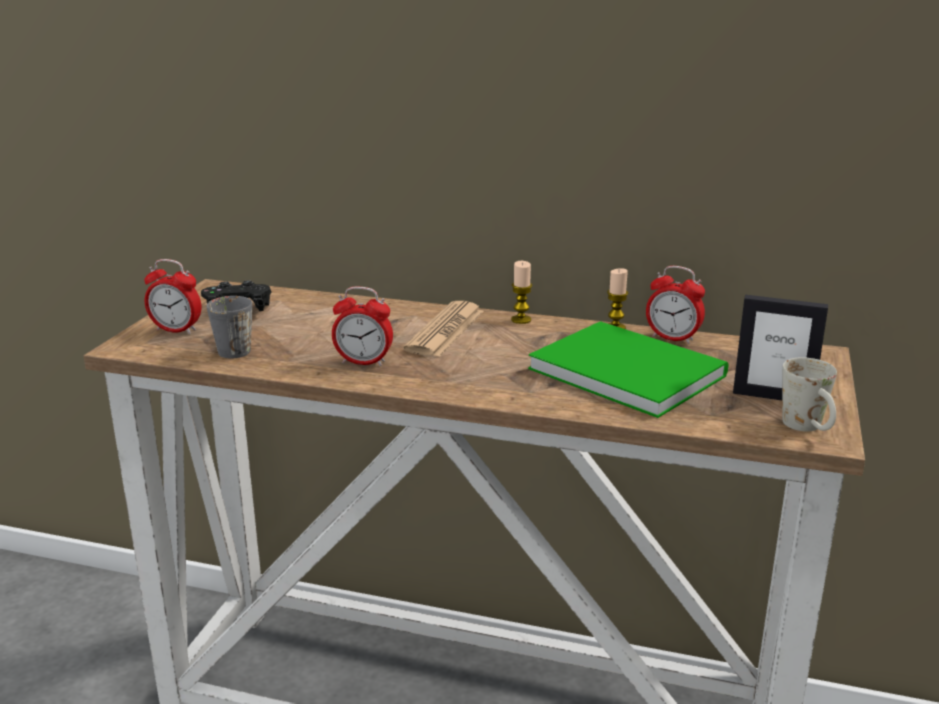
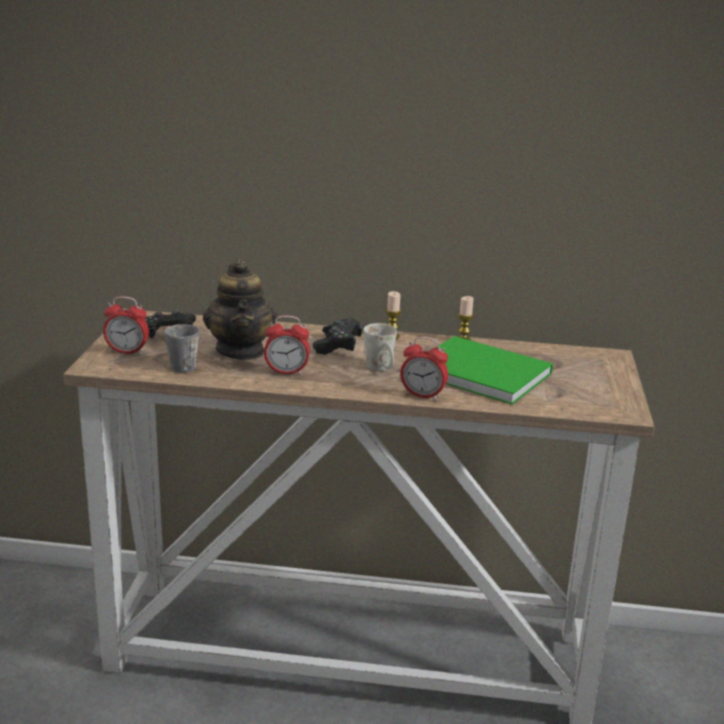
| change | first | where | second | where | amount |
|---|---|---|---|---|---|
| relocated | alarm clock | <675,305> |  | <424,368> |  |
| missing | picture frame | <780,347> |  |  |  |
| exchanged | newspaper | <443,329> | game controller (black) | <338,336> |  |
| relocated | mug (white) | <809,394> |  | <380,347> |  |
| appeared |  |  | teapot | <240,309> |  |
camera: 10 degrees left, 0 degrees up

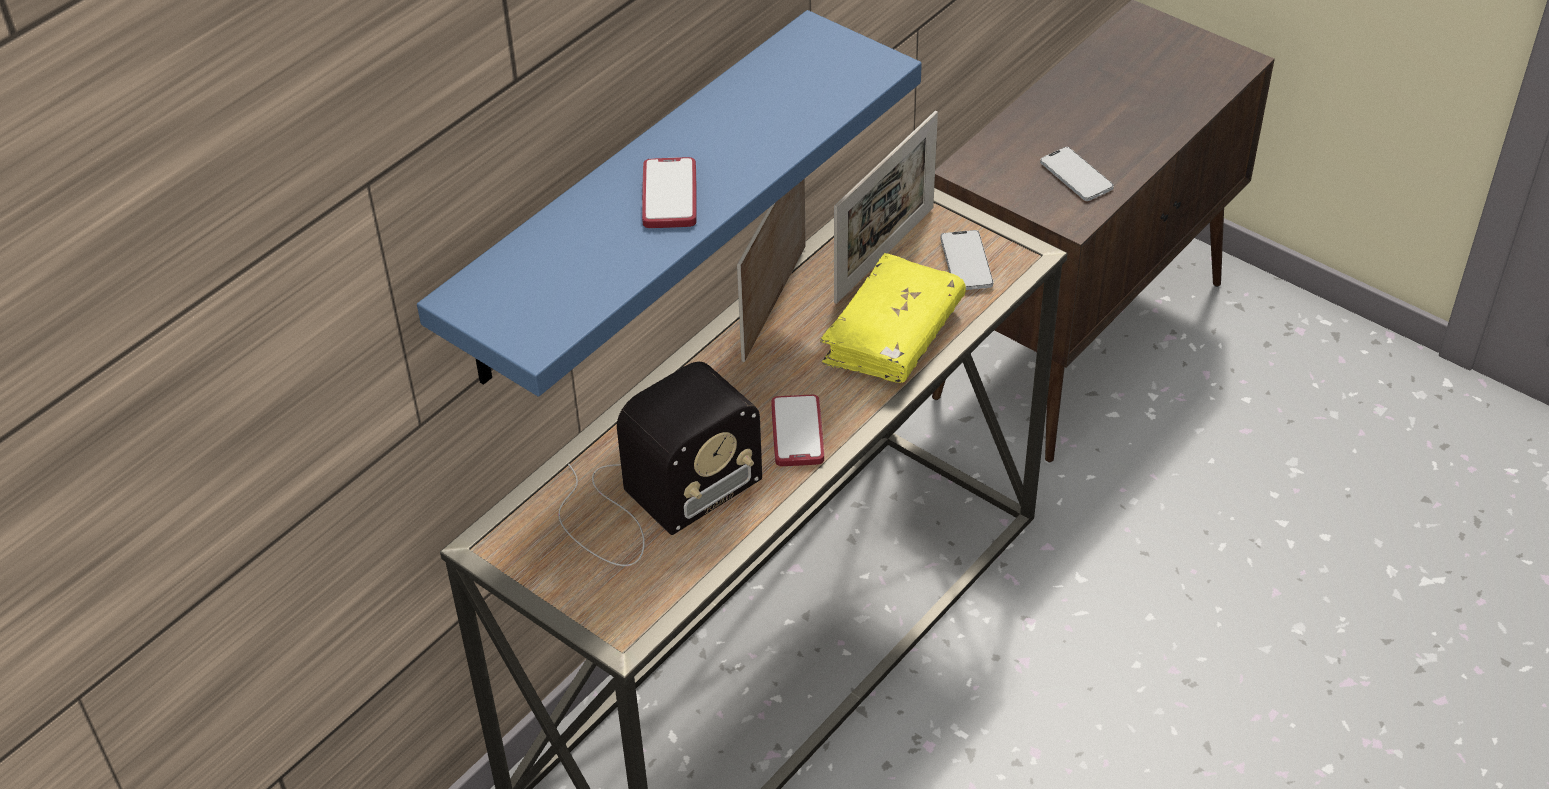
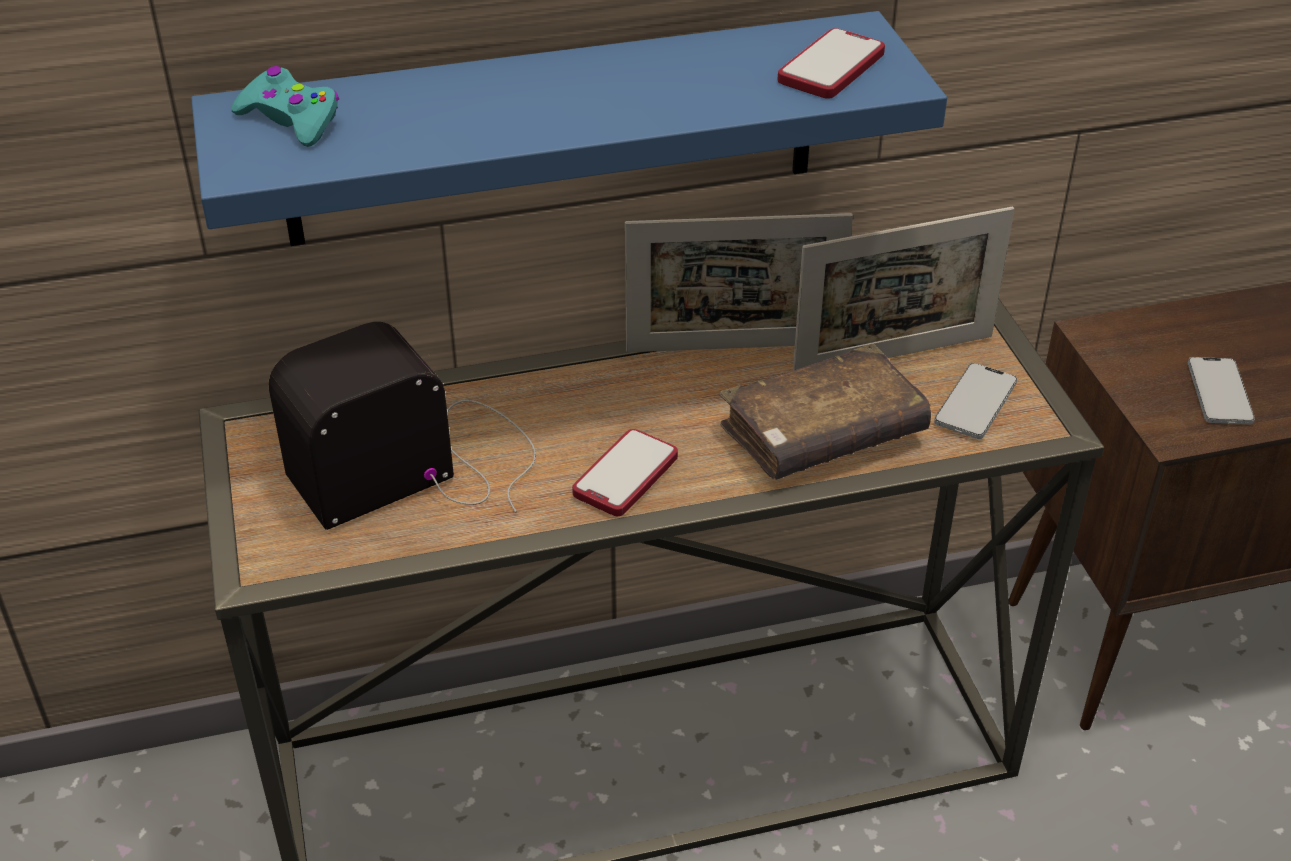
| change | first | where | second | where | amount |
|---|---|---|---|---|---|
| relocated | phone | <669,192> |  | <831,63> |  |
| spun | picture frame | <771,270> |  | <739,282> | 150 degrees counterclockwise |
| colour | book (yellow) | <893,318> | book (brown) | <825,411> |  |
| spun | radio | <660,464> |  | <402,426> | 150 degrees clockwise |
| appeared |  |  | game controller (turquoise) | <285,106> |  |
camera: 35 degrees right, 5 degrees down

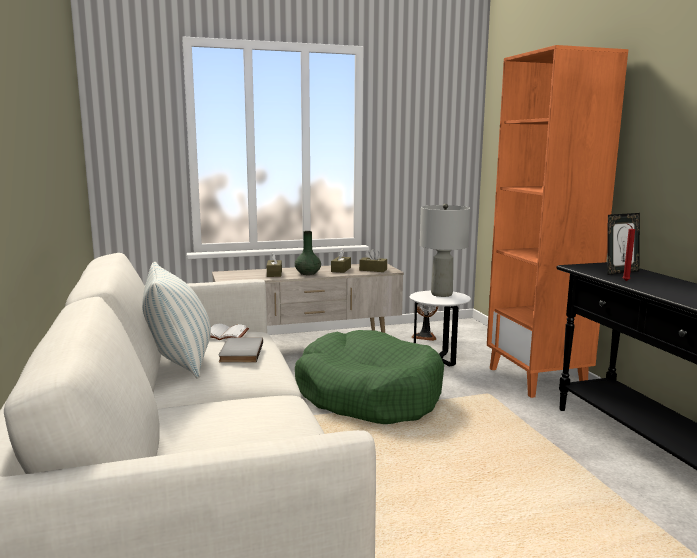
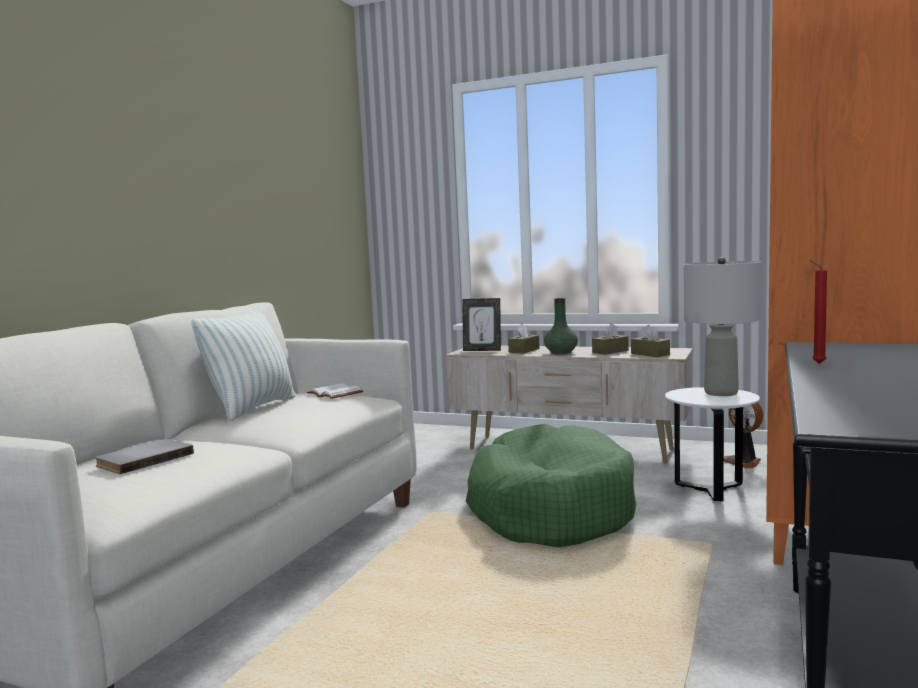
| change | first | where | second | where | amount |
|---|---|---|---|---|---|
| relocated | picture frame | <624,244> |  | <481,324> |  |
| relocated | book (grey) | <241,350> |  | <144,456> |  |
camera: 40 degrees right, 5 degrees down

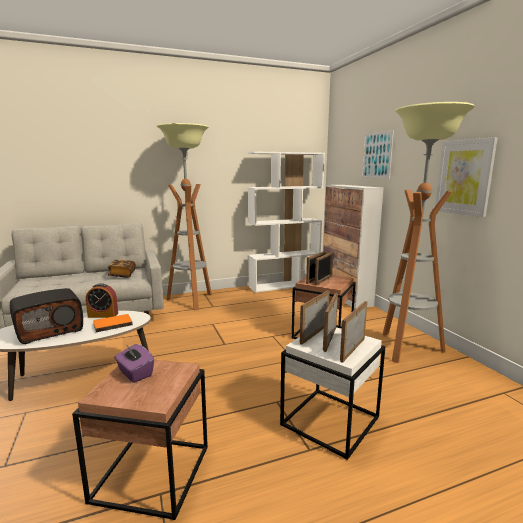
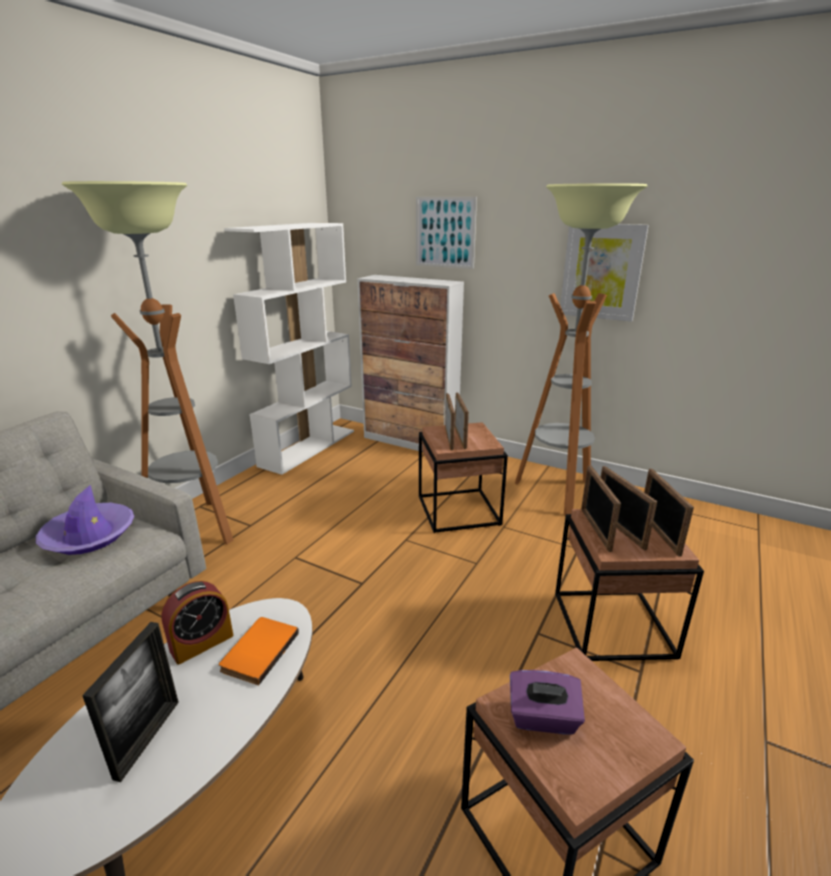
| change | first | where | second | where | amount |
|---|---|---|---|---|---|
| exchanged | book | <122,269> | hat (purple) | <85,520> |  |
| exchanged | radio | <46,316> | picture frame | <130,702> |  |
| colour | side table (white) | <332,393> | side table (brown) | <629,585> |  |
camera: 40 degrees left, 10 degrees up

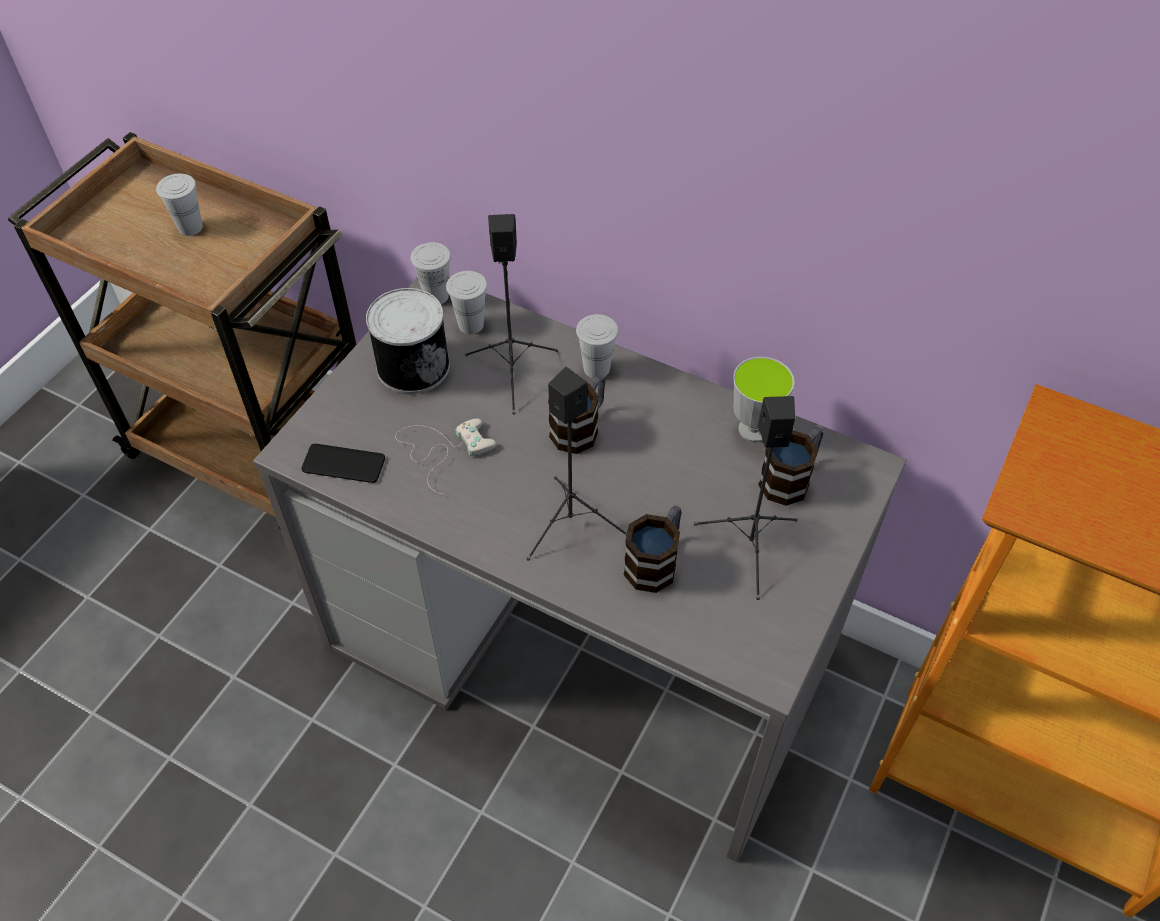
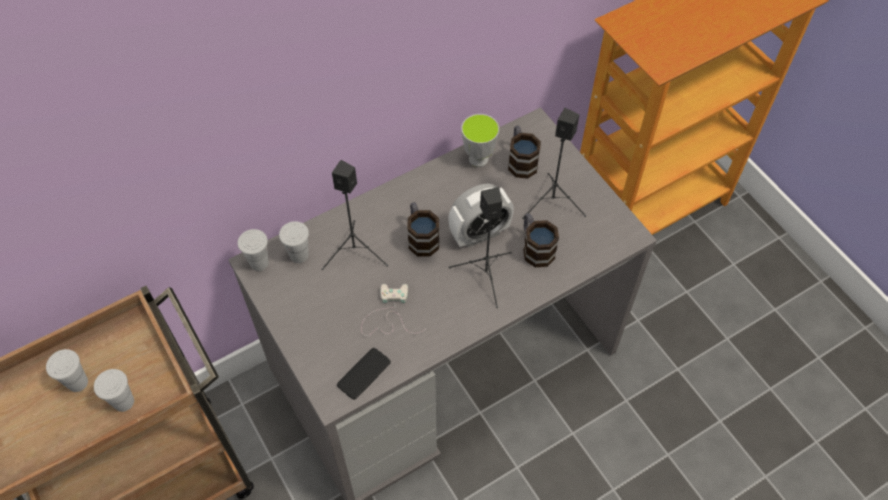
| change | first | where | second | where | amount |
|---|---|---|---|---|---|
| missing | can | <408,341> |  |  |  |
| relocated | cup (white) | <597,346> |  | <114,390> |  |
| appeared |  |  | alarm clock | <481,215> |  |
camera: 60 degrees left, 5 degrees up

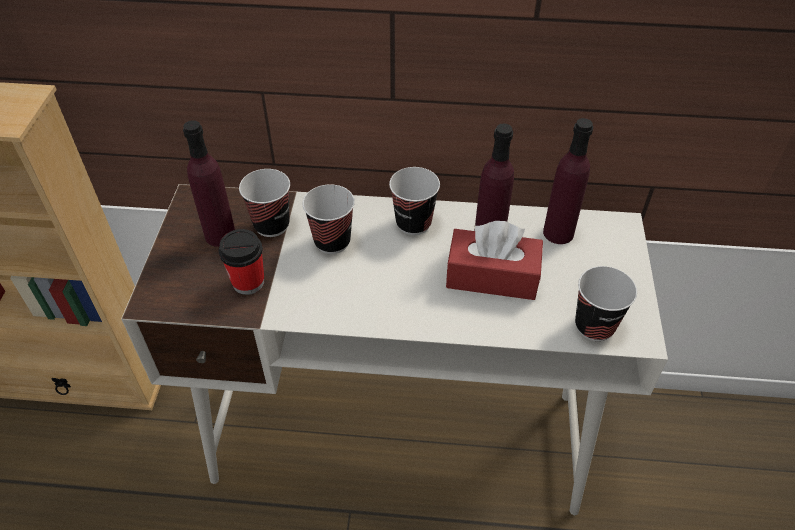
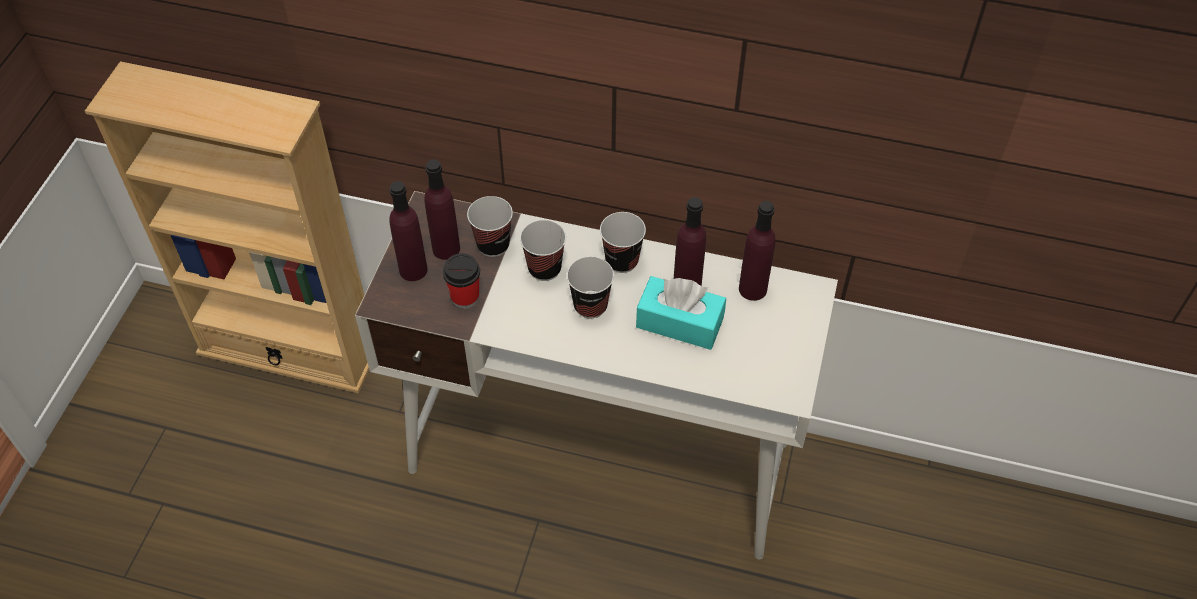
| change | first | where | second | where | amount |
|---|---|---|---|---|---|
| colour | tissue box (red) | <494,260> | tissue box (turquoise) | <681,313> |  |
| relocated | cup | <606,303> |  | <590,287> |  |
| appeared |  |  | bottle (purple) | <408,231> |  |
camera: 10 degrees right, 5 degrees up

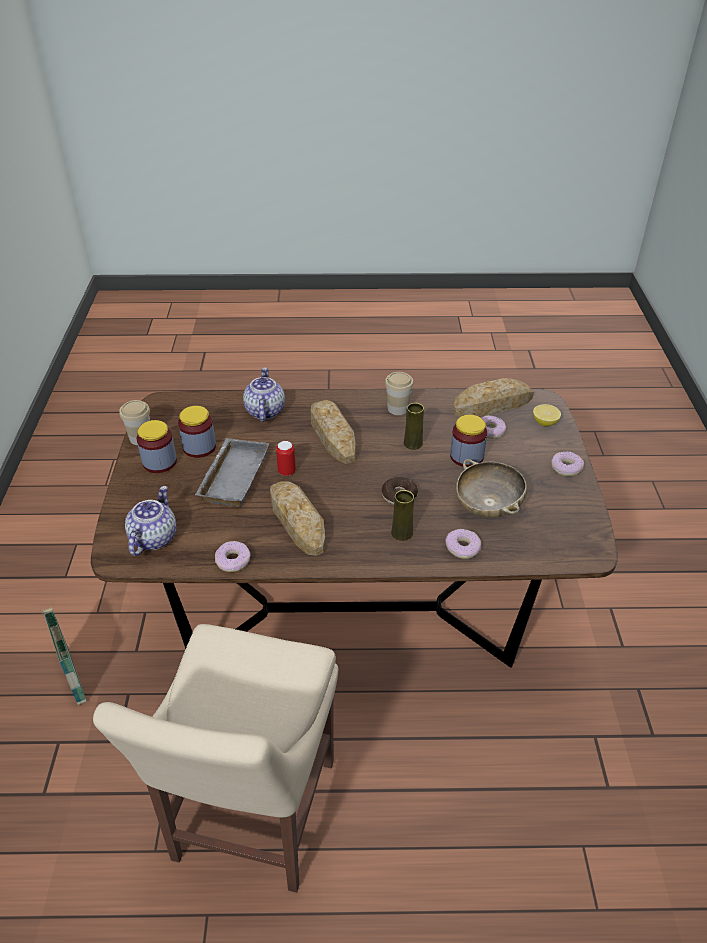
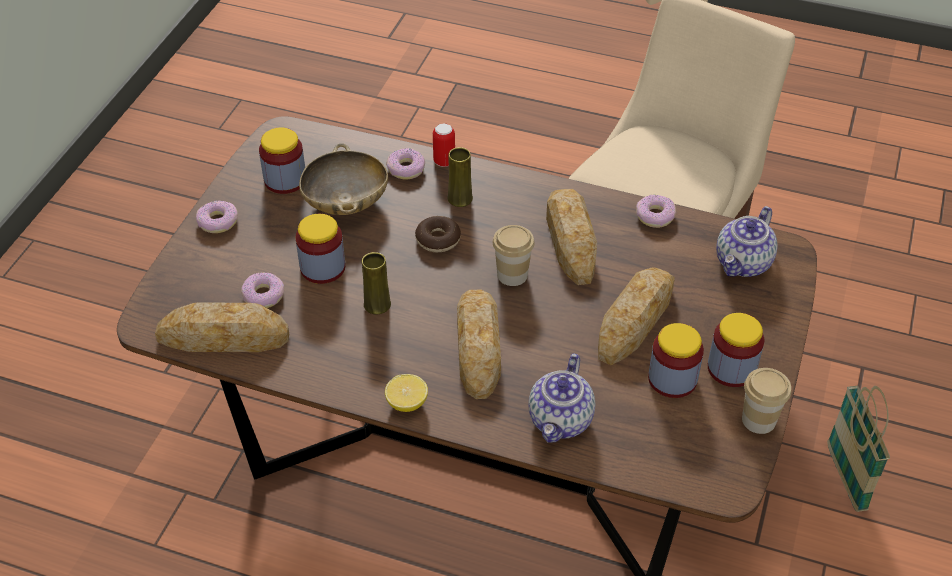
| change | first | where | second | where | amount |
|---|---|---|---|---|---|
| relocated | cup | <399,393> |  | <514,255> |  |
| relocated | lemon | <547,415> |  | <406,393> |  |
| exchanged | tray (grey) | <232,472> | bread | <636,316> |  |
| relocated | can | <286,458> |  | <444,145> |  |
| appeared |  |  | jar | <282,160> |  |
camera: 160 degrees left, 5 degrees up

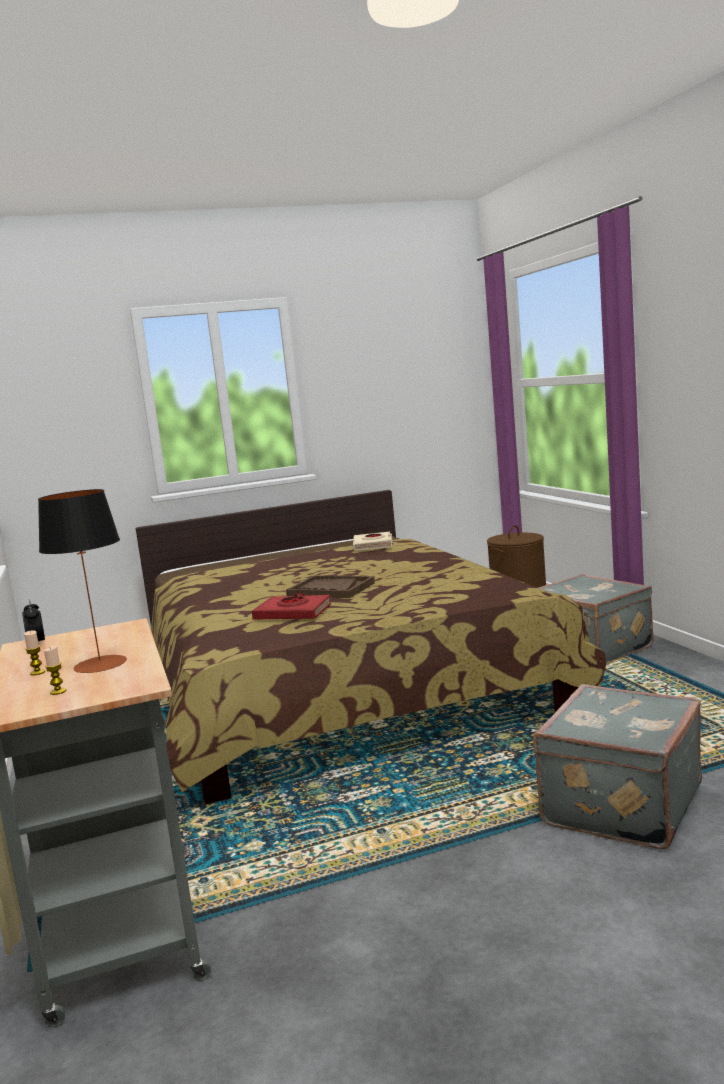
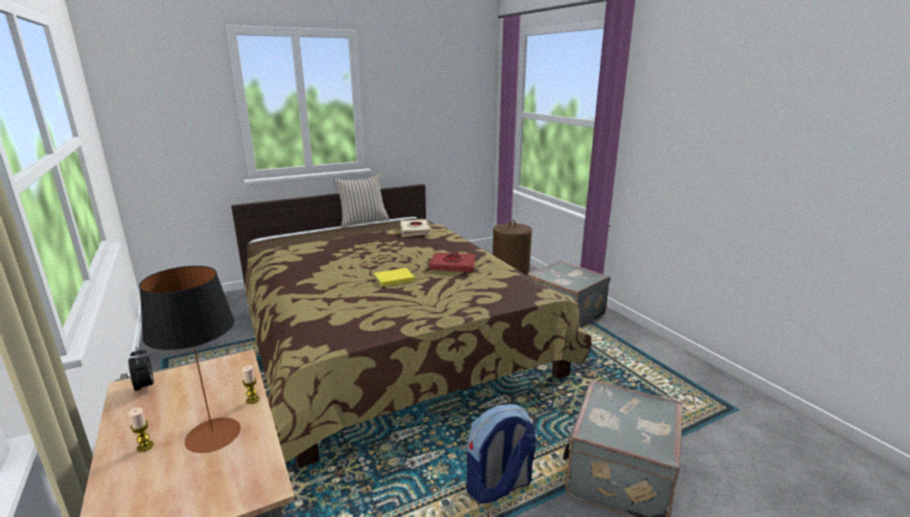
| change | first | where | second | where | amount |
|---|---|---|---|---|---|
| exchanged | tray (brown) | <330,586> | book (yellow) | <394,277> |  |
| relocated | book (red) | <291,606> |  | <452,262> |  |
| relocated | candle | <55,670> |  | <251,384> |  |
| appeared |  |  | pillow (beige) | <361,200> |  |
| appeared |  |  | backpack | <501,454> |  |
camera: 10 degrees left, 10 degrees up

